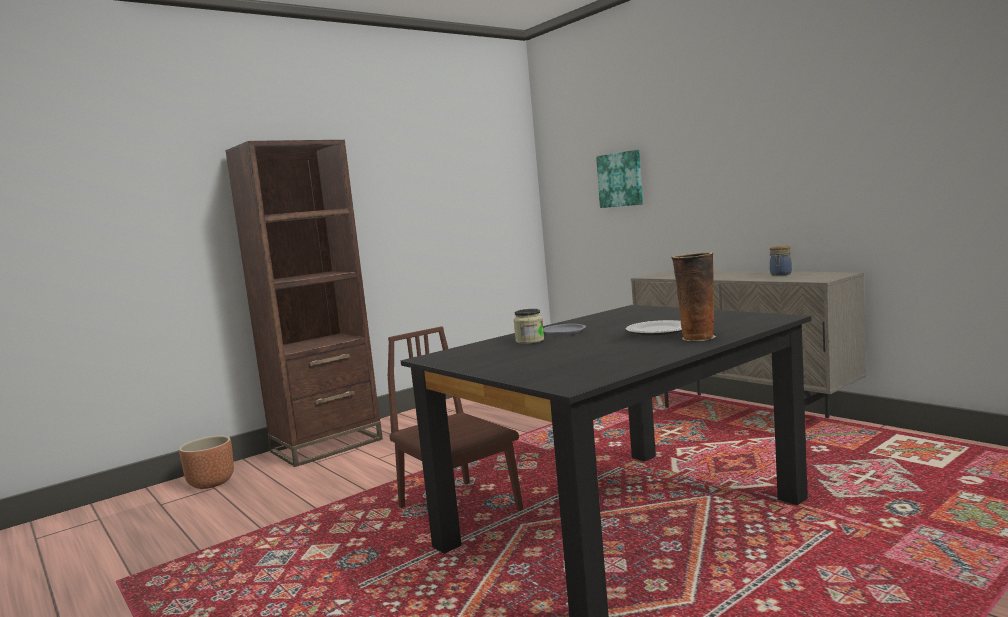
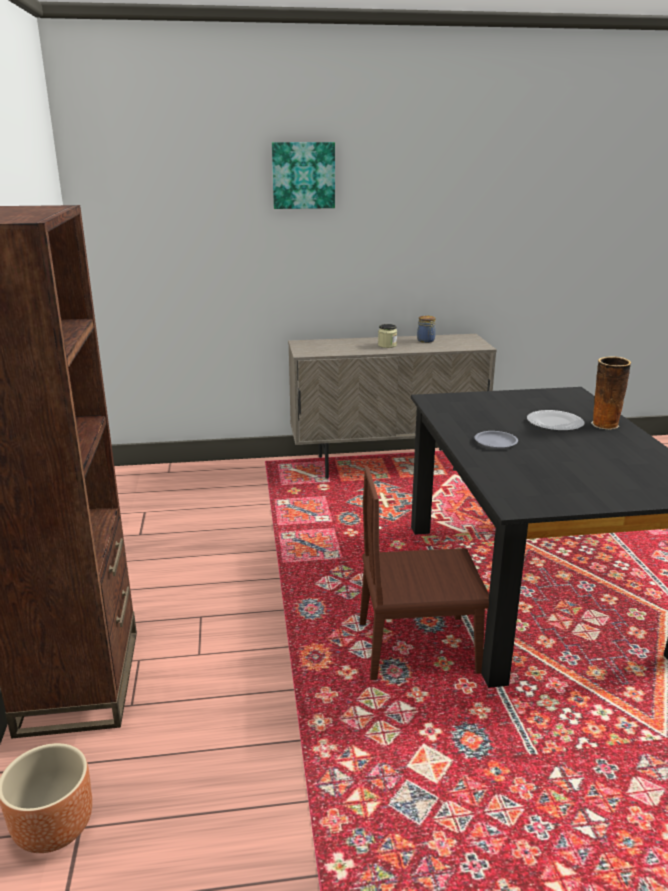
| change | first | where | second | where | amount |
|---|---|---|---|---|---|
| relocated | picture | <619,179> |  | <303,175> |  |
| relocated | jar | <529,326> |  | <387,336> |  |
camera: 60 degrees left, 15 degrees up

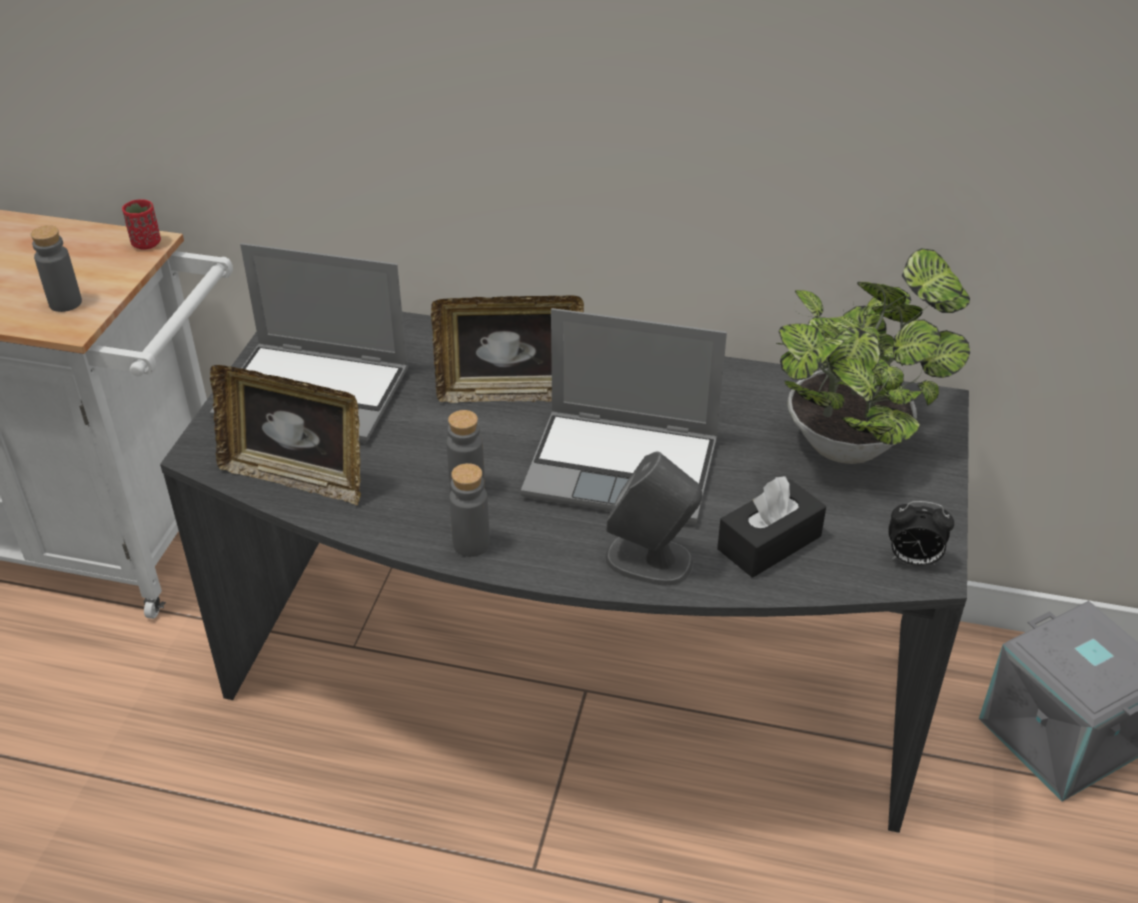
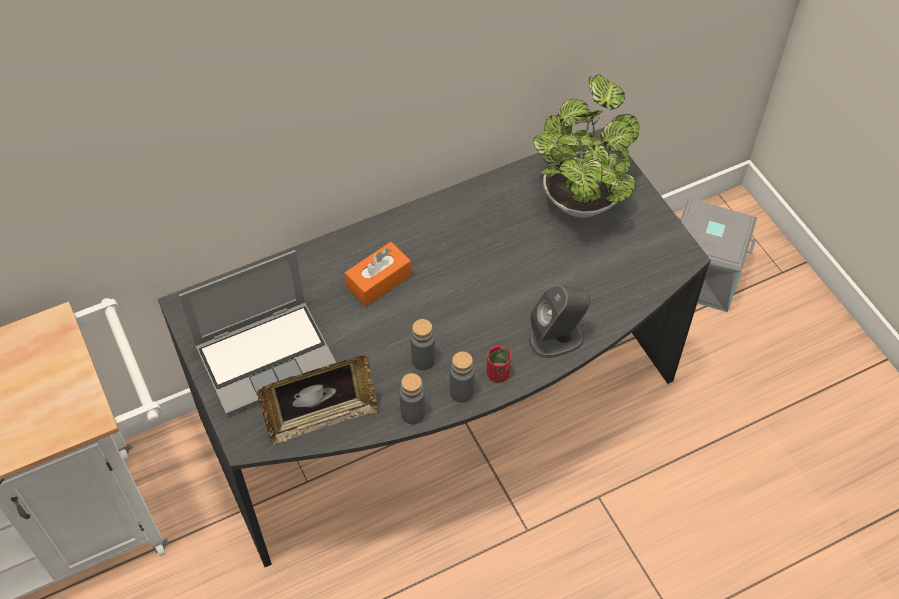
| change | first | where | second | where | amount |
|---|---|---|---|---|---|
| relocated | cup (red) | <141,224> |  | <499,364> |  |
| relocated | bottle (grey) | <56,268> |  | <412,398> |  |
| exchanged | picture frame | <507,349> | tissue box (orange) | <378,274> |  |
| missing | laptop | <624,416> |  |  |  |
| missing | tissue box (black) | <771,527> |  |  |  |
| missing | alarm clock | <921,533> |  |  |  |
camera: 40 degrees left, 15 degrees up

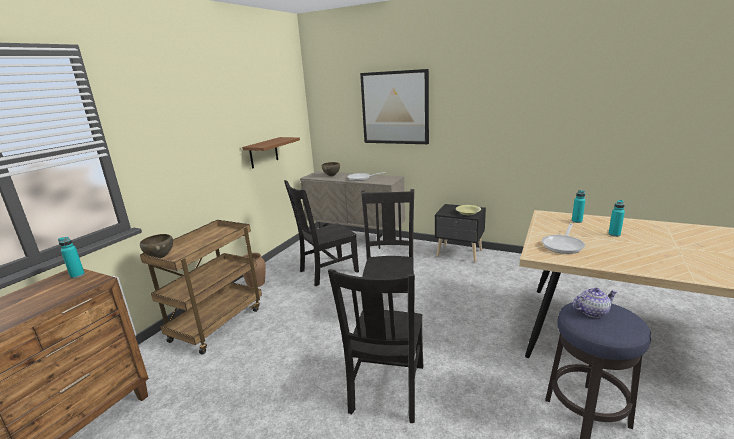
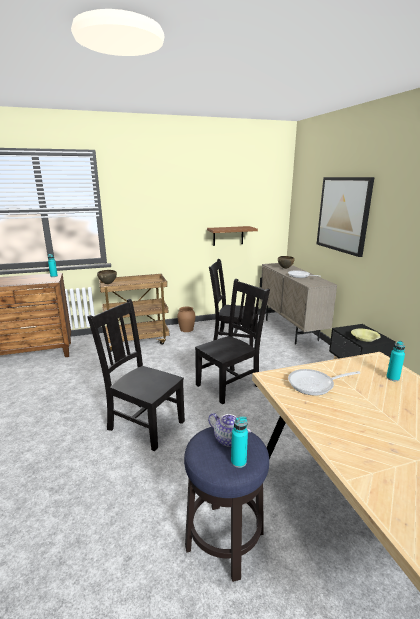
| change | first | where | second | where | amount |
|---|---|---|---|---|---|
| relocated | bottle (turquoise) | <616,218> |  | <239,442> |  |
| spun | chair (black) | <375,346> |  | <136,375> | 60 degrees clockwise |
camera: 45 degrees right, 0 degrees up

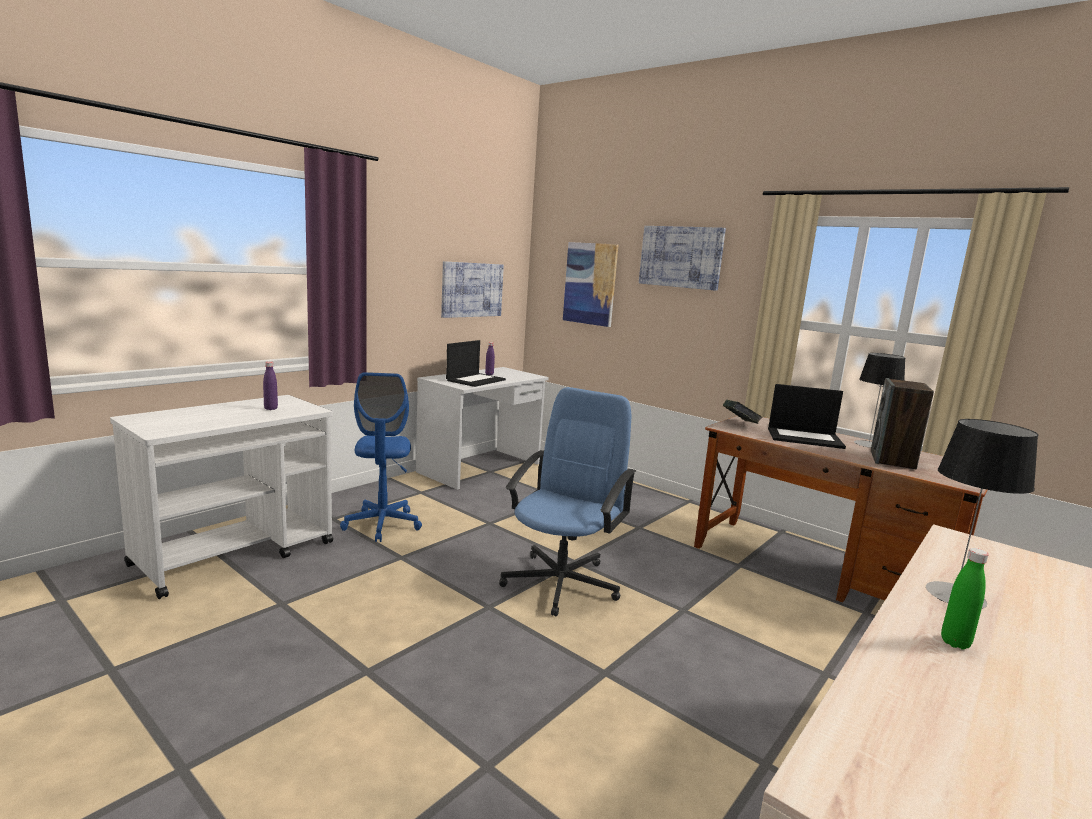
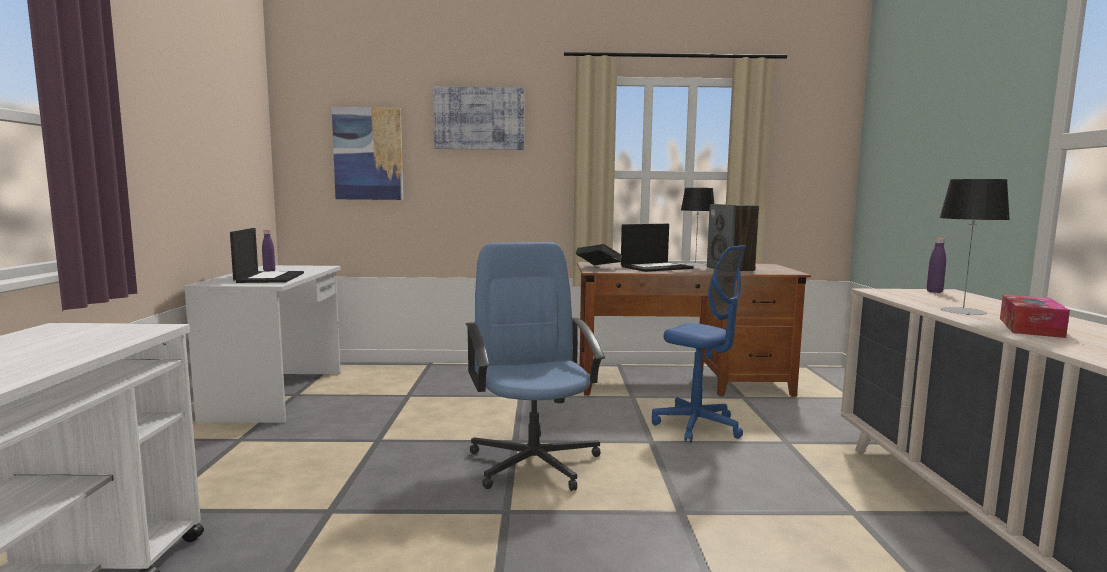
| change | first | where | second | where | amount |
|---|---|---|---|---|---|
| missing | picture | <472,289> |  |  |  |
| relocated | bottle (purple) | <270,385> |  | <936,265> |  |
| relocated | office chair (blue) | <381,457> |  | <699,344> |  |
| exchanged | bottle (green) | <965,598> | tissue box | <1035,316> |  |
camera: 40 degrees left, 5 degrees down

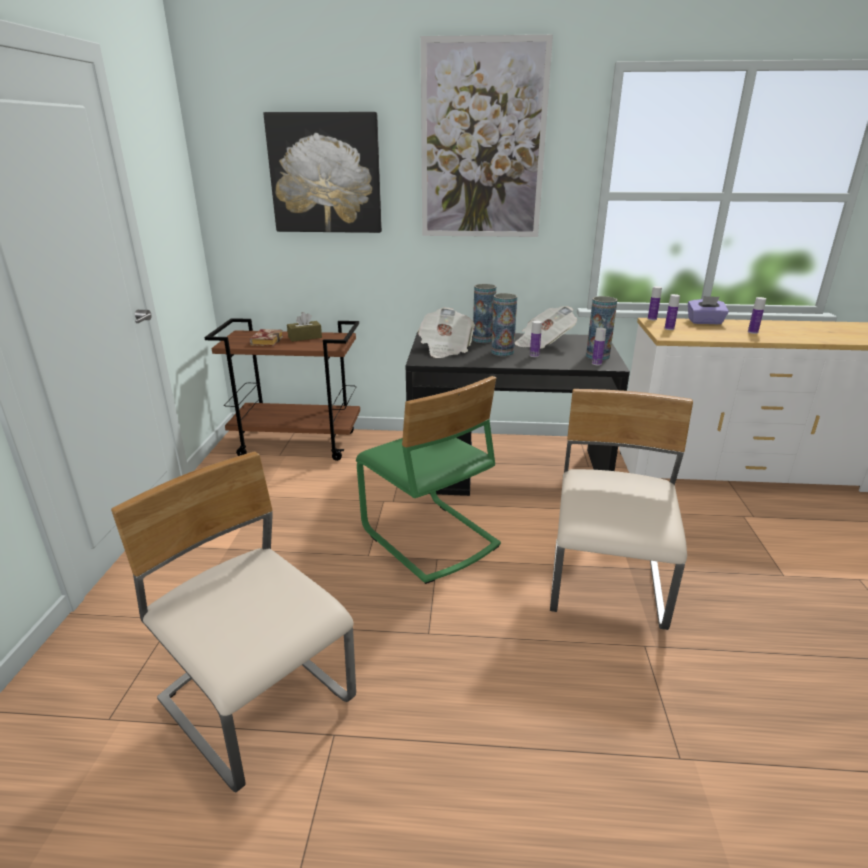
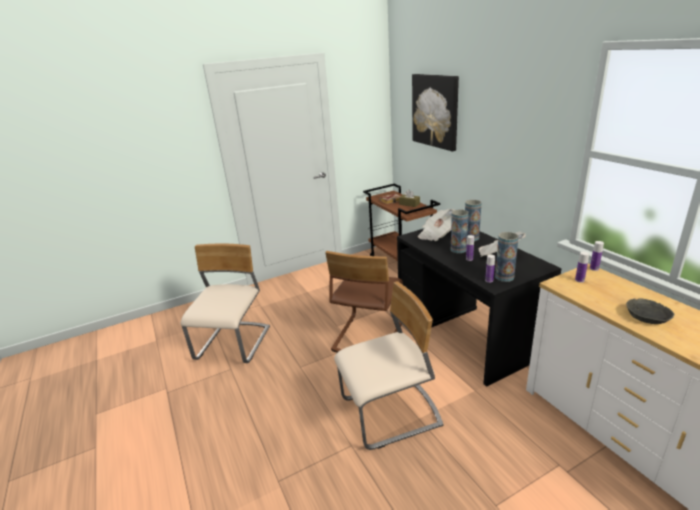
| change | first | where | second | where | amount |
|---|---|---|---|---|---|
| missing | picture | <487,136> |  |  |  |
| missing | tissue box (purple) | <708,310> |  |  |  |
| exchanged | bottle | <757,315> | bowl (grey) | <650,311> |  |
| colour | chair (green) | <428,480> | chair (brown) | <364,301> |  |
camera: 60 degrees right, 0 degrees up

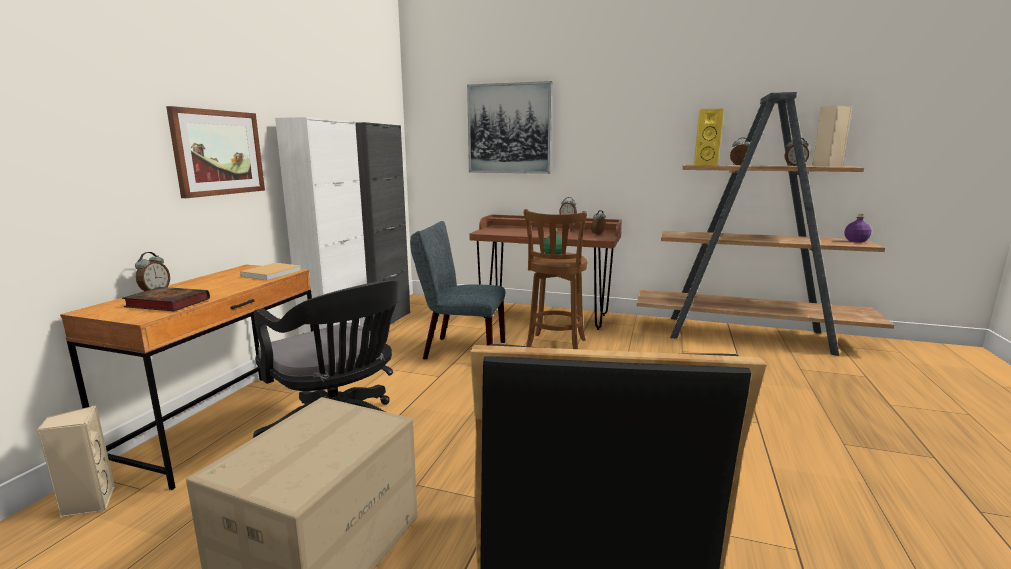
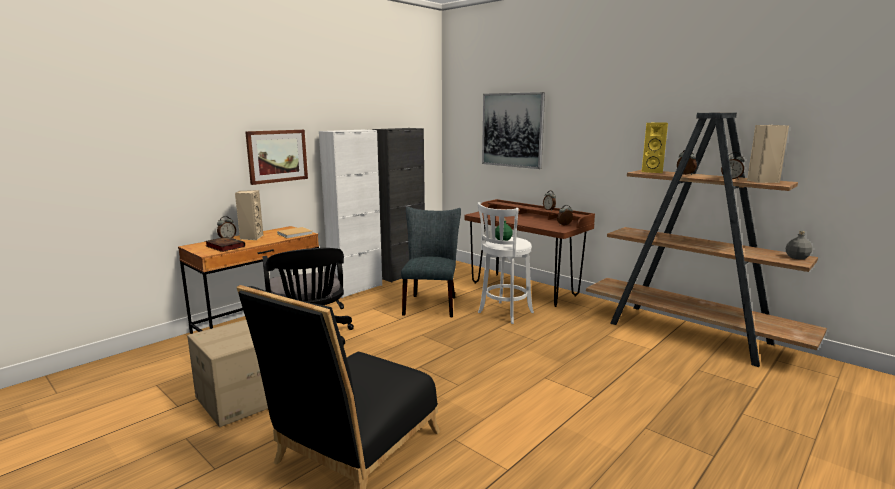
| change | first | where | second | where | amount |
|---|---|---|---|---|---|
| colour | stool (brown) | <556,279> | stool (white) | <505,263> |  |
| colour | bottle (purple) | <857,228> | bottle (grey) | <798,245> |  |
| spun | chair (grey) | <457,290> |  | <431,262> | 60 degrees clockwise |
| relocated | speaker (beige) | <76,461> |  | <249,215> |  |
camera: 25 degrees right, 0 degrees up

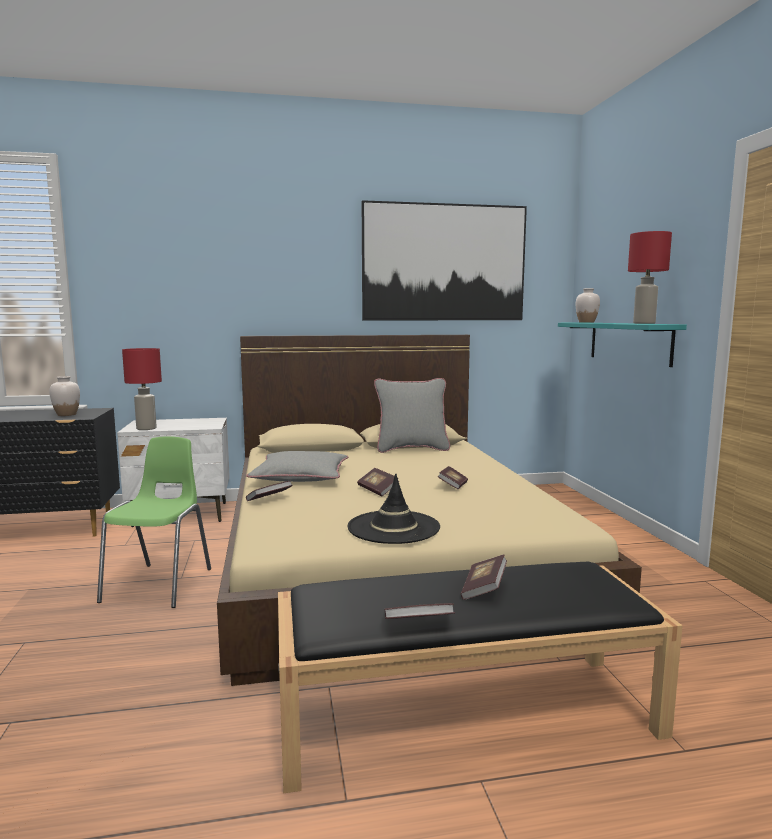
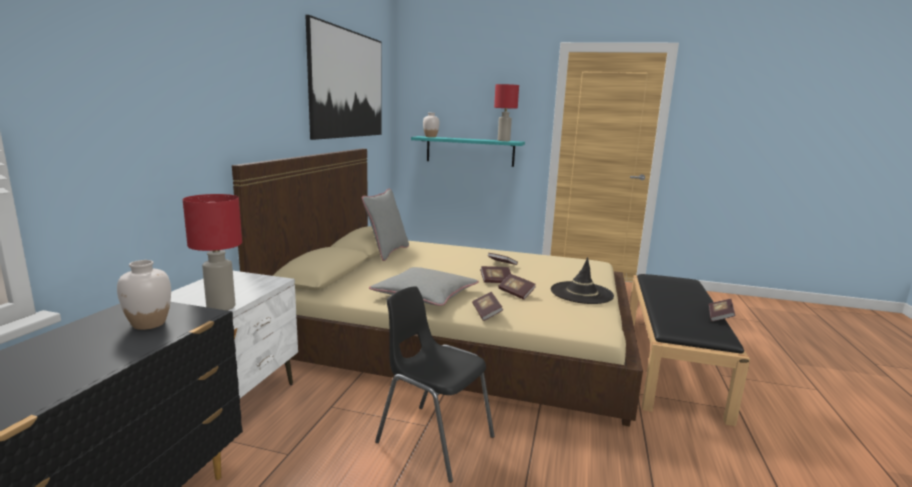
| change | first | where | second | where | amount |
|---|---|---|---|---|---|
| colour | chair (green) | <154,522> | chair (black) | <434,384> |  |
| relocated | book | <484,577> |  | <517,287> |  |
camera: 65 degrees left, 5 degrees up

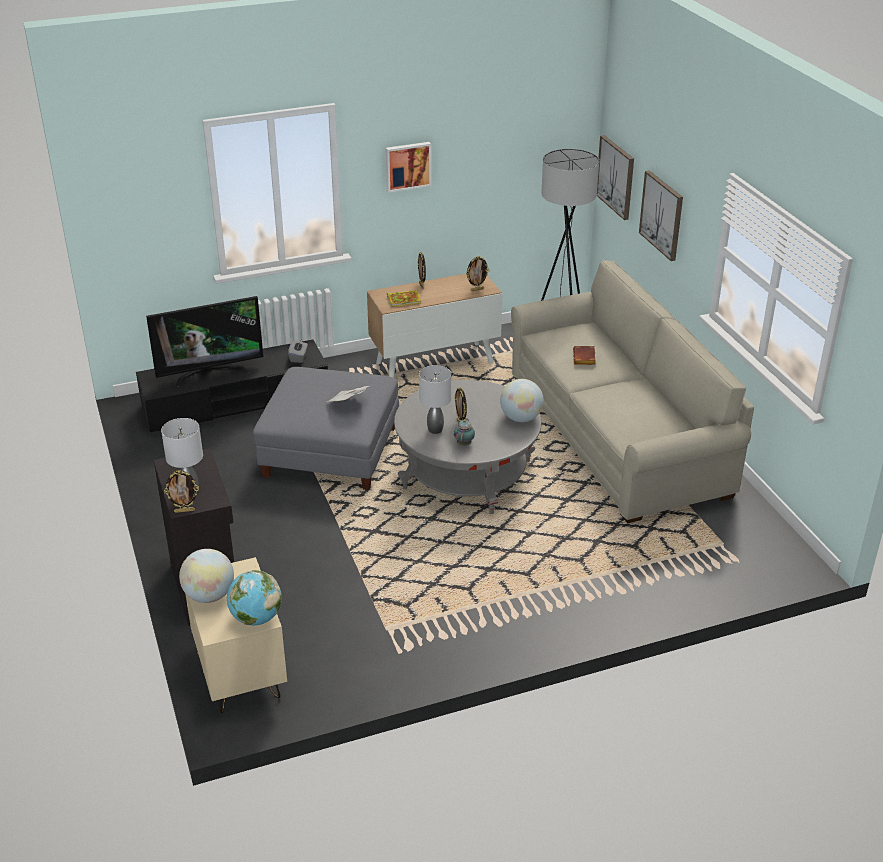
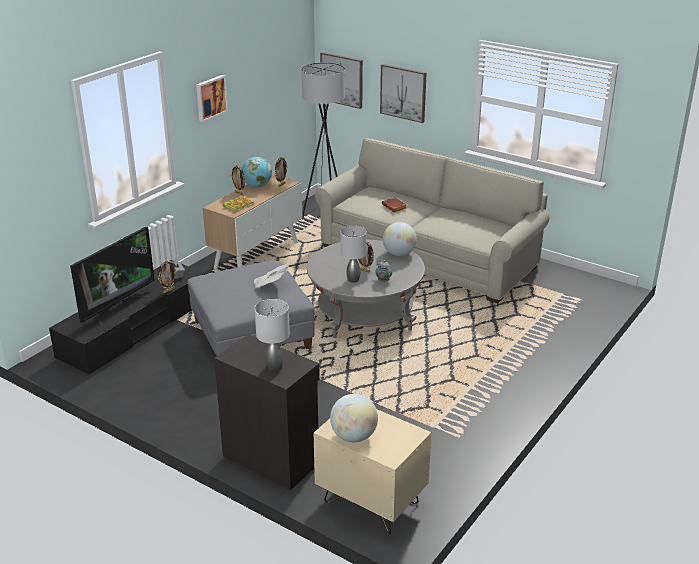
| change | first | where | second | where | amount |
|---|---|---|---|---|---|
| relocated | picture frame | <181,491> |  | <167,276> |  |
| relocated | globe | <254,597> |  | <257,172> |  |
camera: 35 degrees left, 5 degrees down

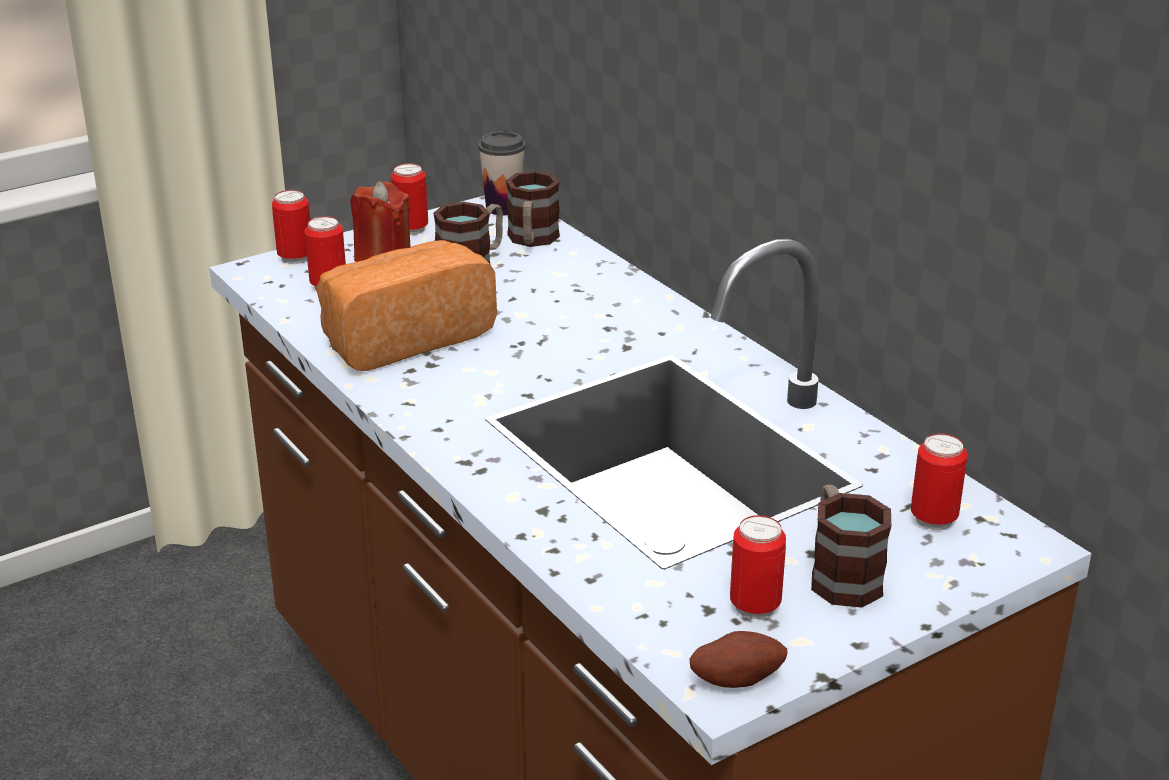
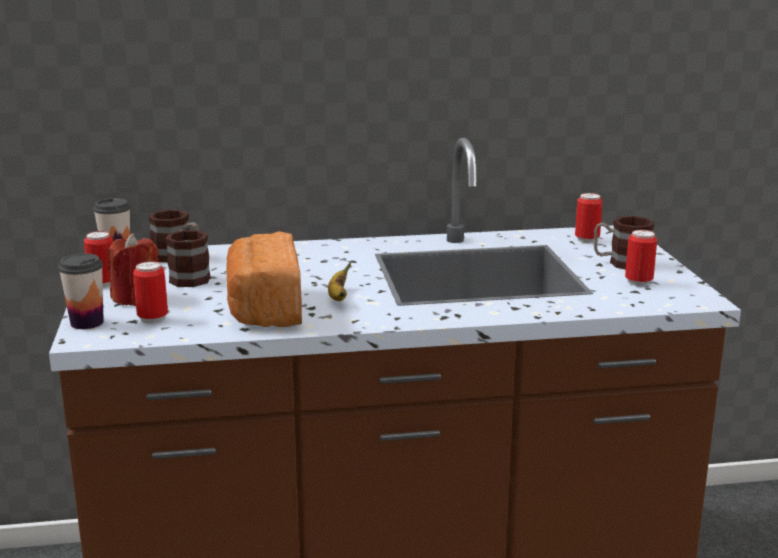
| change | first | where | second | where | amount |
|---|---|---|---|---|---|
| exchanged | can | <291,227> | cup | <81,291> |  |
| missing | potato | <738,659> |  |  |  |
| appeared |  |  | banana | <339,281> |  |
camera: 65 degrees left, 10 degrees down

